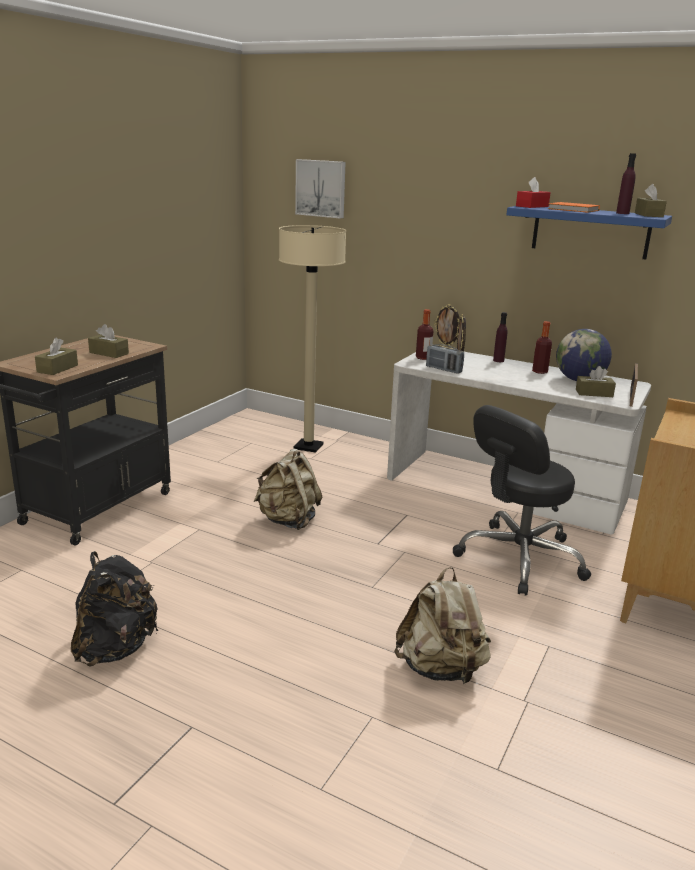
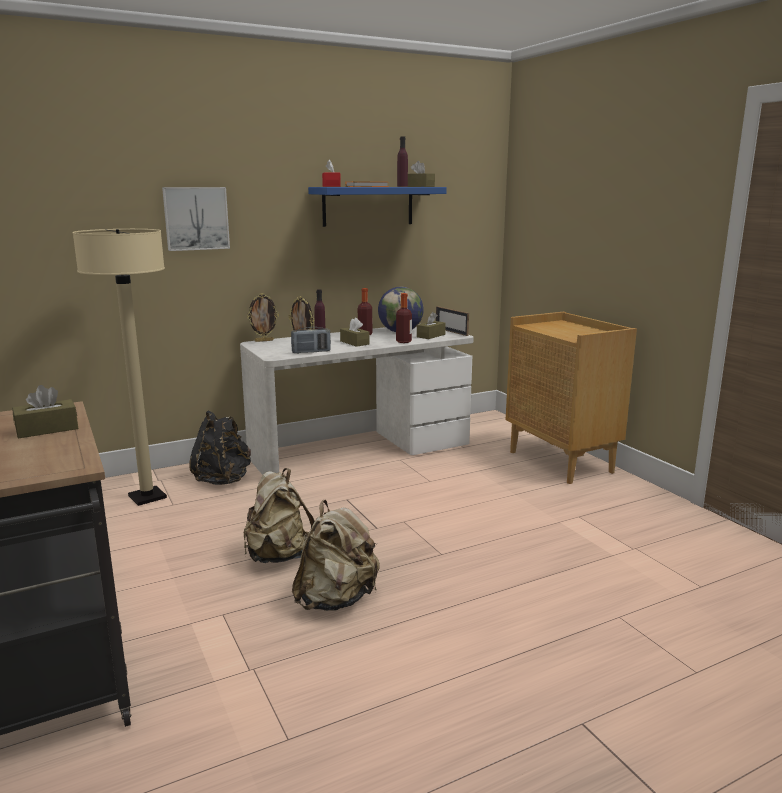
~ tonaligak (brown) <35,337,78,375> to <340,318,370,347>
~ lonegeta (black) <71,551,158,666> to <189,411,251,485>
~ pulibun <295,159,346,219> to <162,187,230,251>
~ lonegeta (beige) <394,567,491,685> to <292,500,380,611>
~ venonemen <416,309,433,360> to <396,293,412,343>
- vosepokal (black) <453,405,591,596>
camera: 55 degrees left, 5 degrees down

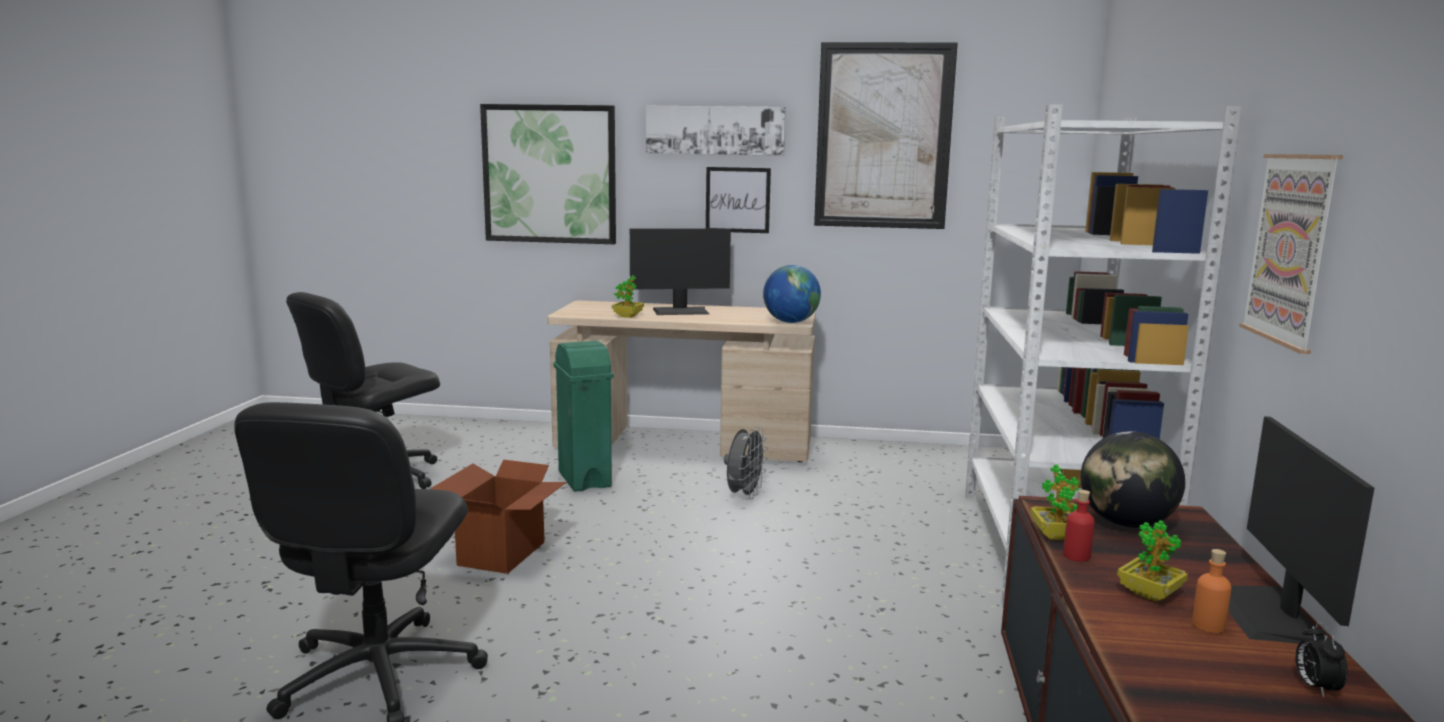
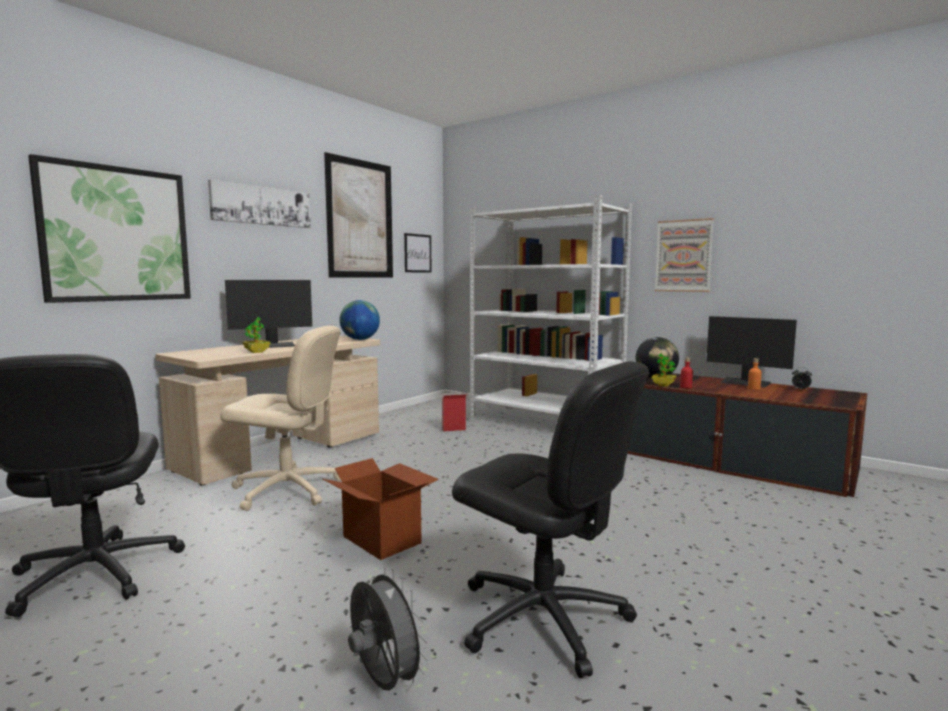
~ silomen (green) <553,341,613,492> to vosepokal (beige) <220,326,341,511>
~ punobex <630,228,731,315> = <225,280,312,348> 45 degrees clockwise
~ pulibun <706,167,771,233> to <404,233,432,273>
~ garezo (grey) <724,426,768,499> to <348,566,429,691>
- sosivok <1117,520,1188,602>
+ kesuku <439,392,467,432>
camera: 60 degrees left, 5 degrees down

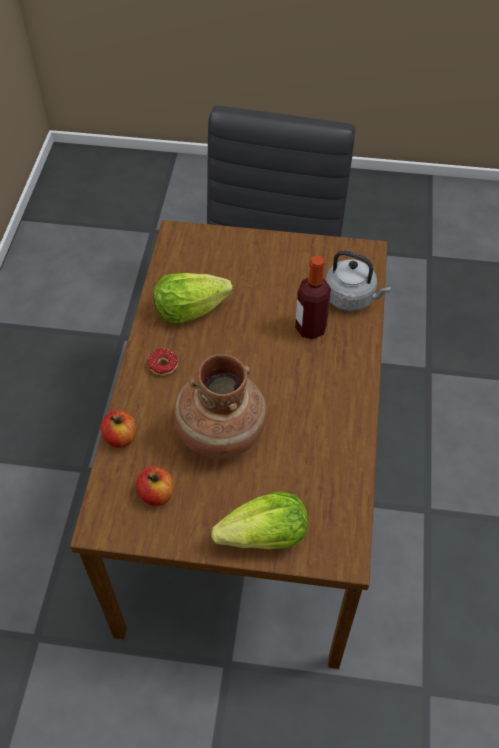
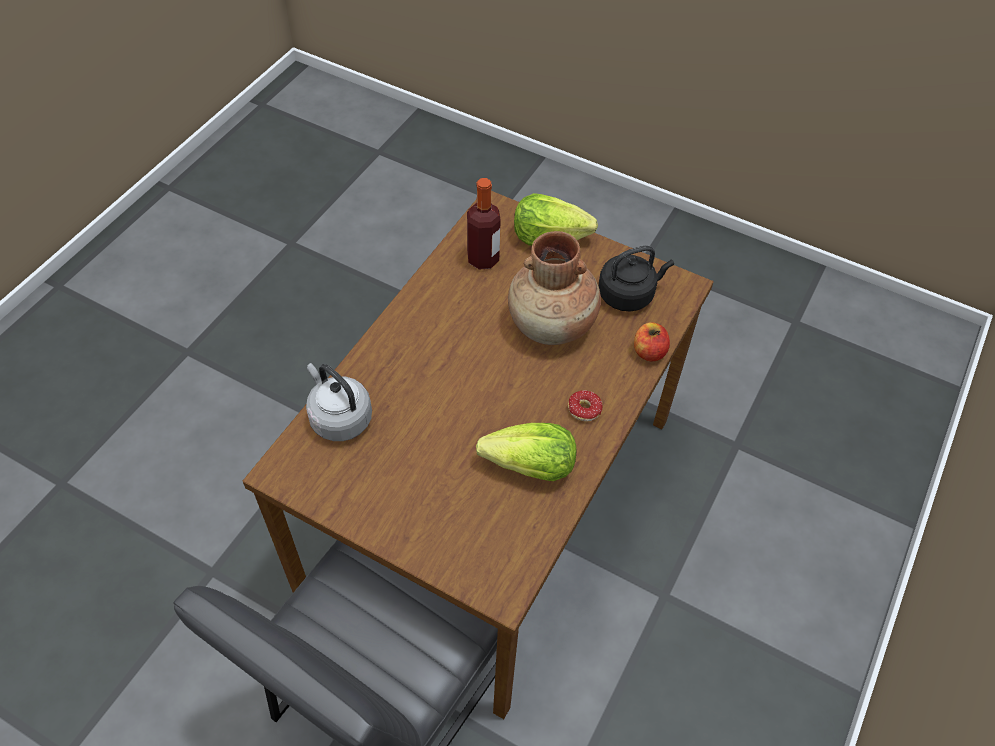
~ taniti <136,466,174,506> to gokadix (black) <599,246,674,311>
~ venonemen <295,255,331,339> to <467,178,501,269>
camera: 160 degrees left, 0 degrees up

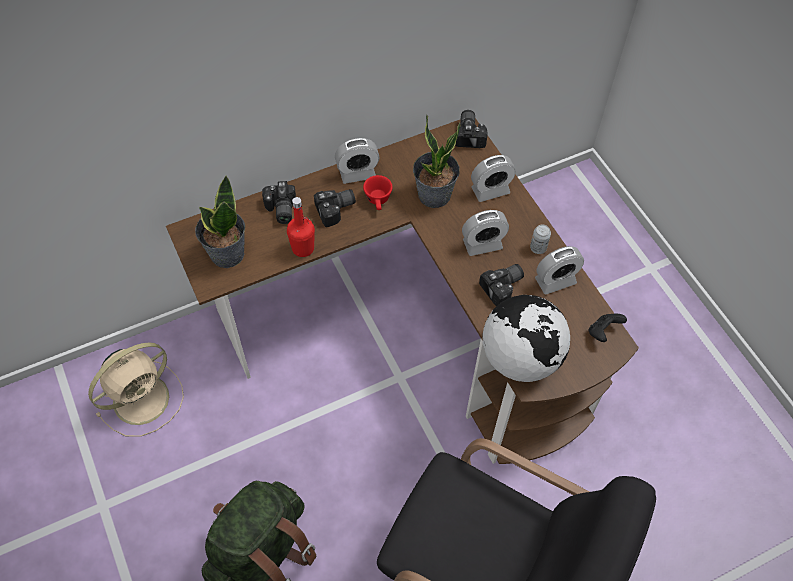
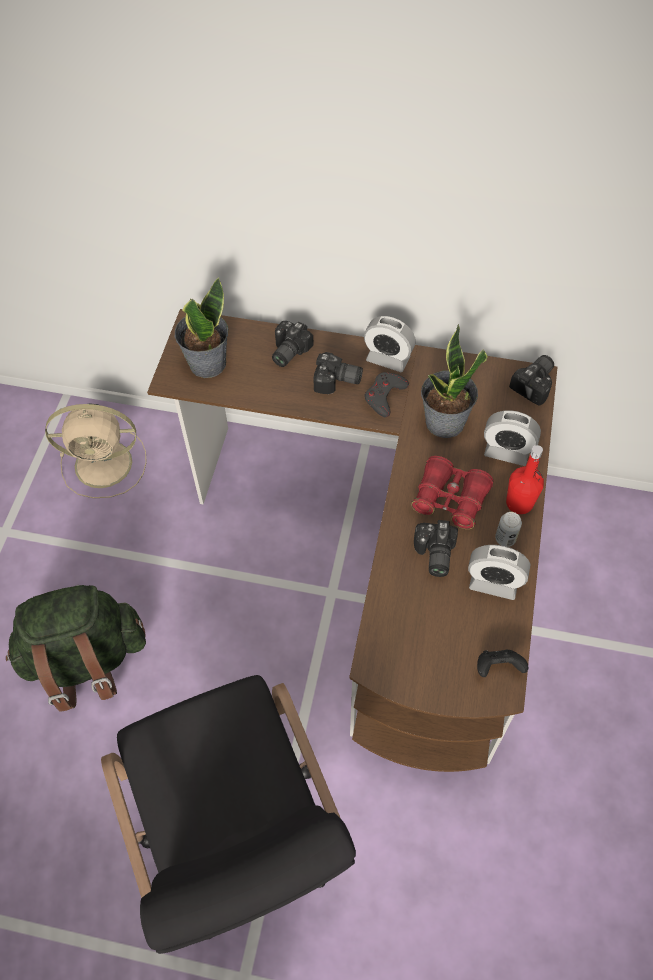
~ venonemen (red) <287,197,315,257> to <506,445,544,514>
~ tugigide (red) <363,175,393,210> to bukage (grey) <365,372,409,417>
~ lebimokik <462,210,509,256> to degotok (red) <411,456,493,529>
~ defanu <479,264,524,306> = <414,520,458,577> 90 degrees clockwise
- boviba <482,295,570,382>
camera: 40 degrees right, 0 degrees up

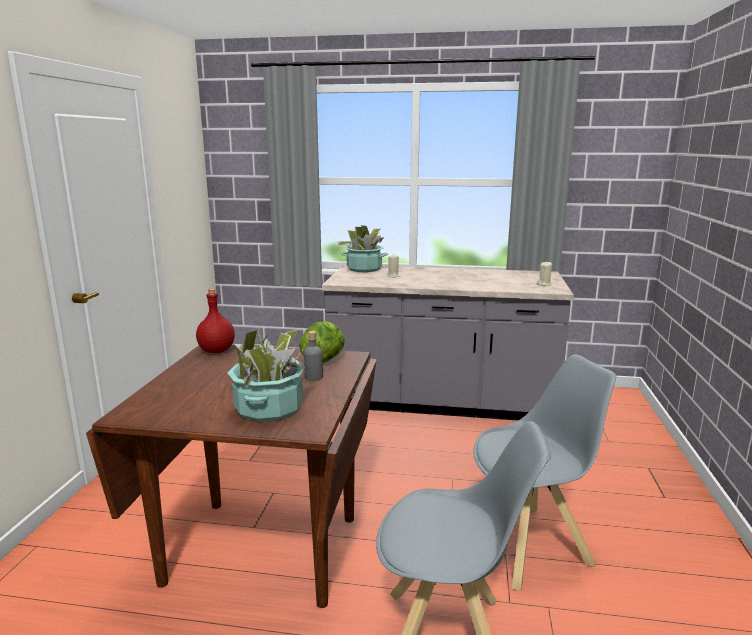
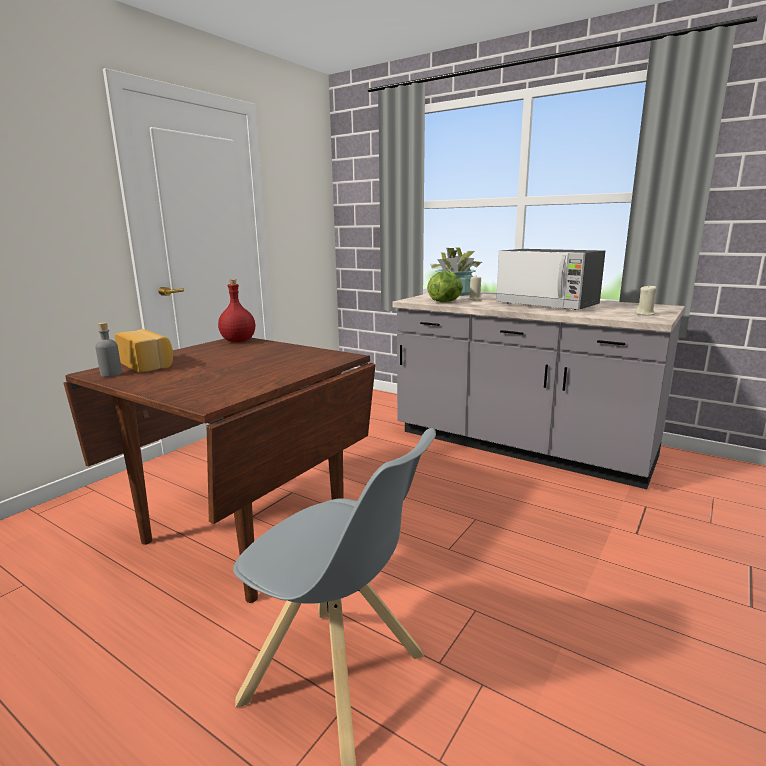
- sosivok <228,327,305,422>
~ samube <299,321,345,363> to <427,271,463,302>
~ venonemen (grey) <304,331,323,381> to <95,322,122,377>
- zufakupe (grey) <473,355,616,591>
+ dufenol <115,329,173,372>
+ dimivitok <496,249,605,310>
camera: 25 degrees right, 0 degrees up

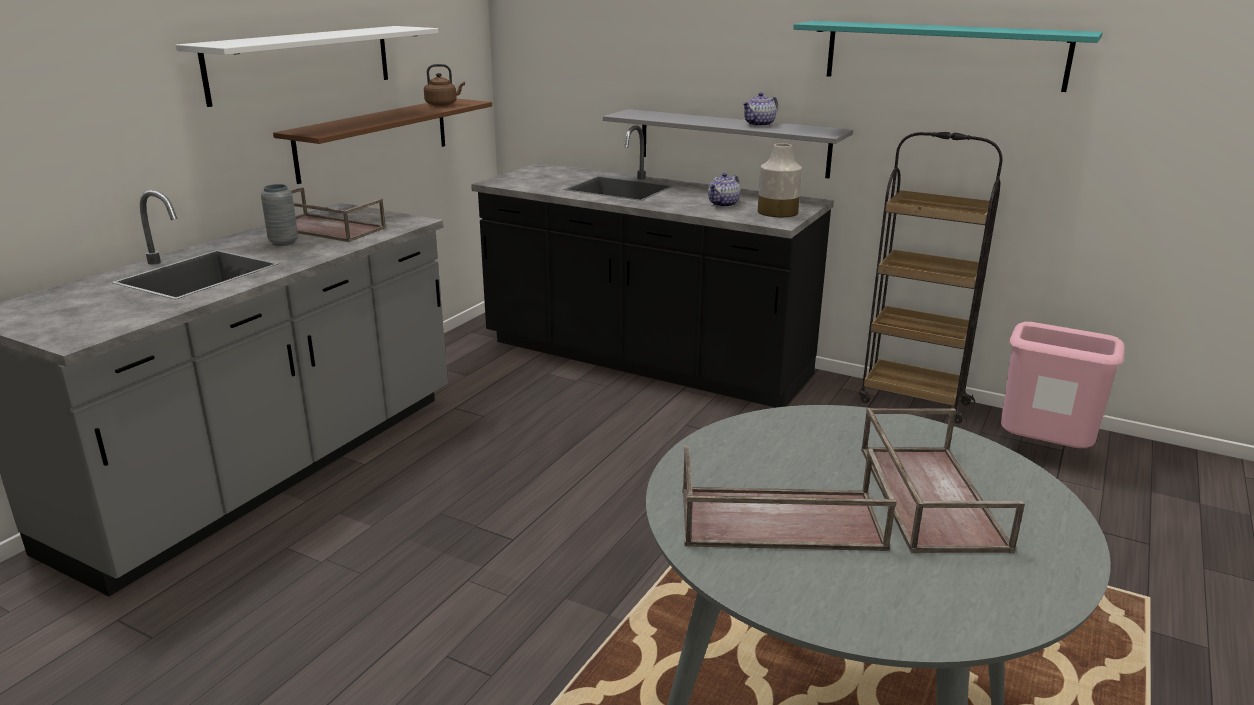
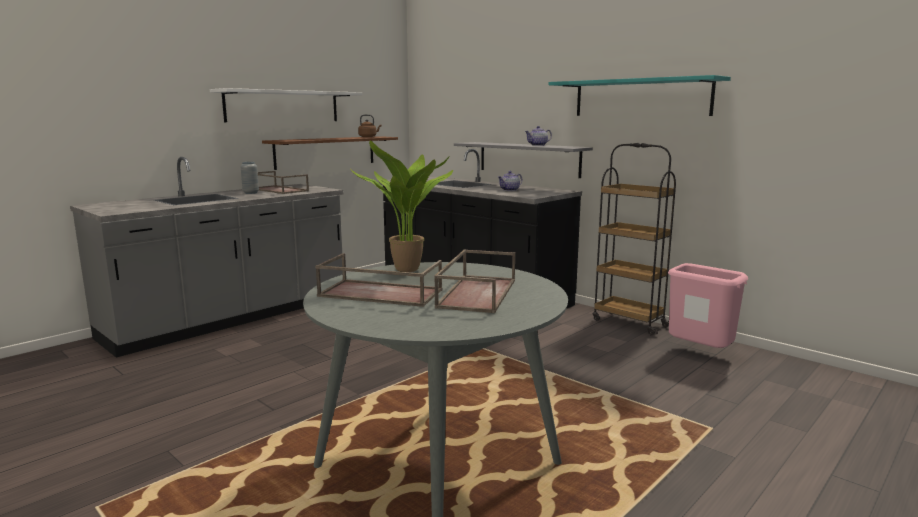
- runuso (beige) <758,143,802,217>
+ sosivok <350,140,453,272>
camera: 15 degrees right, 10 degrees down

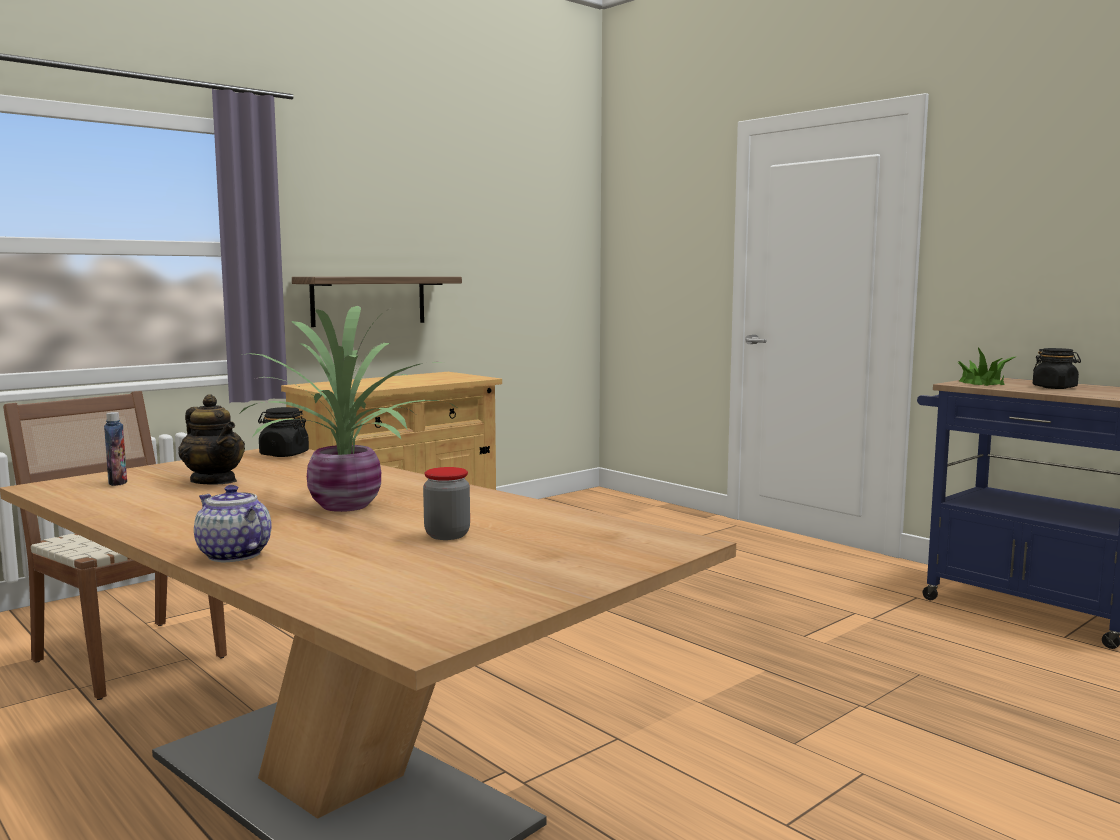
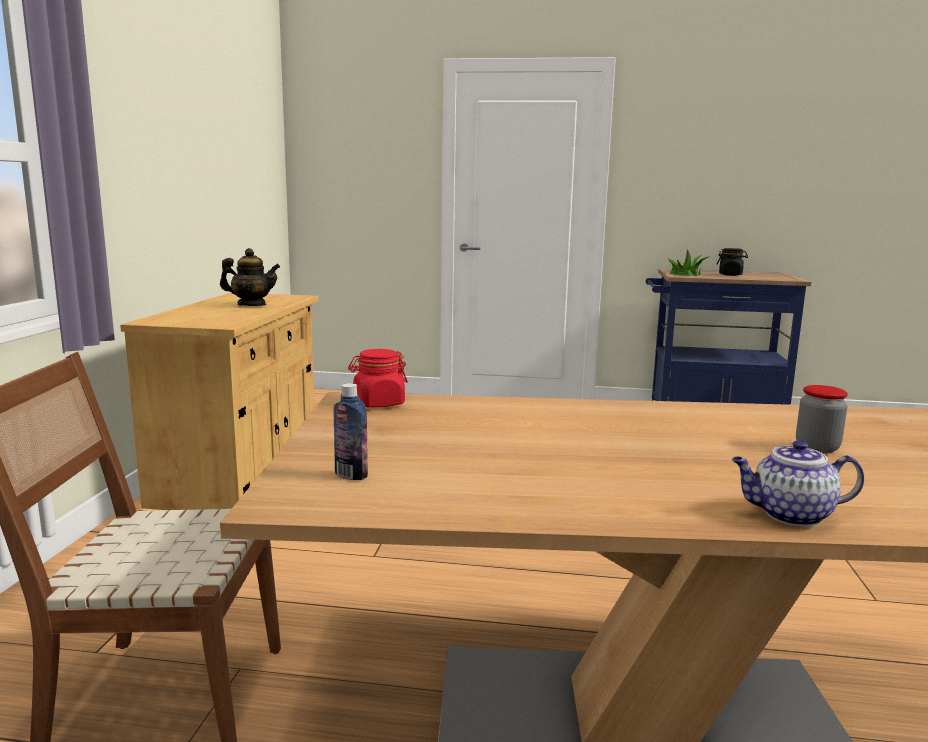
~ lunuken <178,394,245,485> to <220,248,280,306>
- sosivok <238,306,459,512>
~ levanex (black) <258,407,309,457> to levanex (red) <348,349,408,408>
- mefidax <292,277,462,327>
camera: 40 degrees left, 5 degrees up

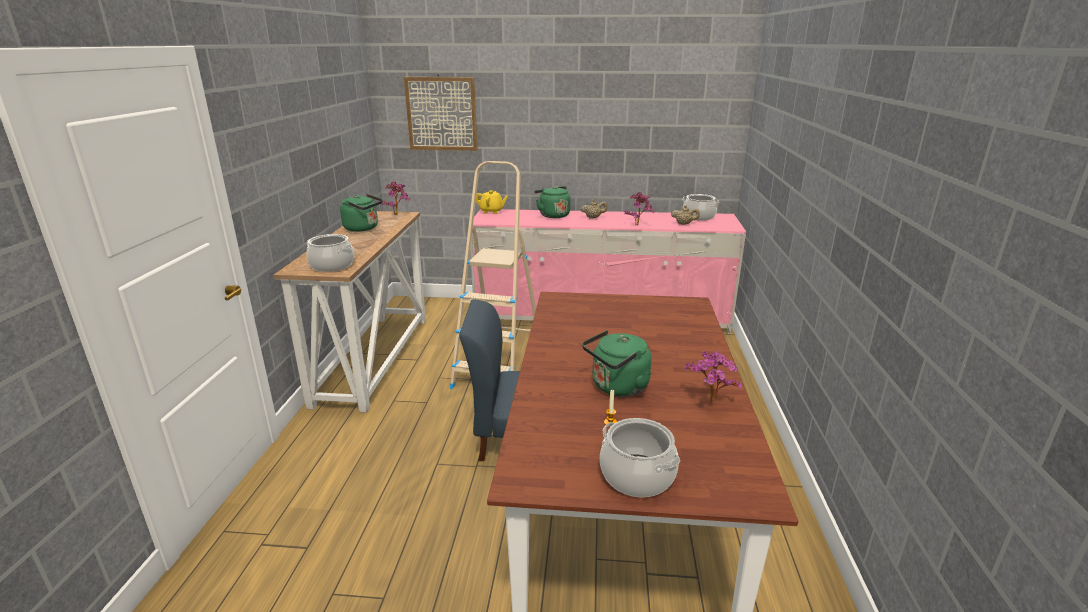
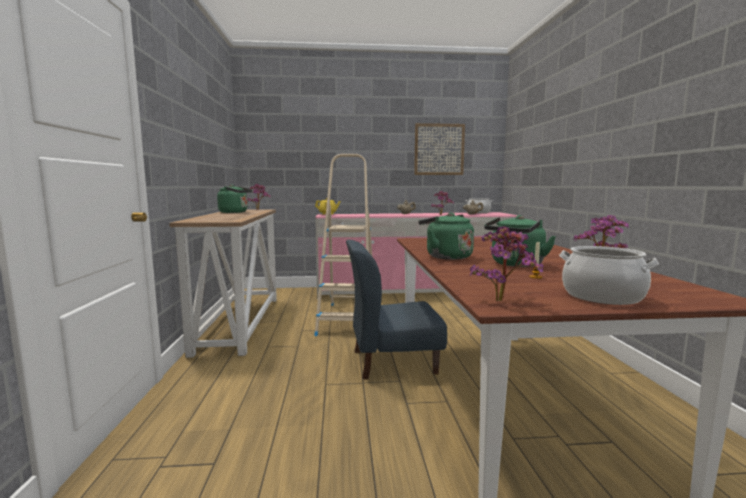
- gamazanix <306,234,354,272>
~ pulibun <404,74,478,151> to <414,122,465,175>
~ gokadix (green) <534,186,570,218> to <418,213,474,260>
+ sosivok <470,226,543,301>
camera: 10 degrees left, 15 degrees down

